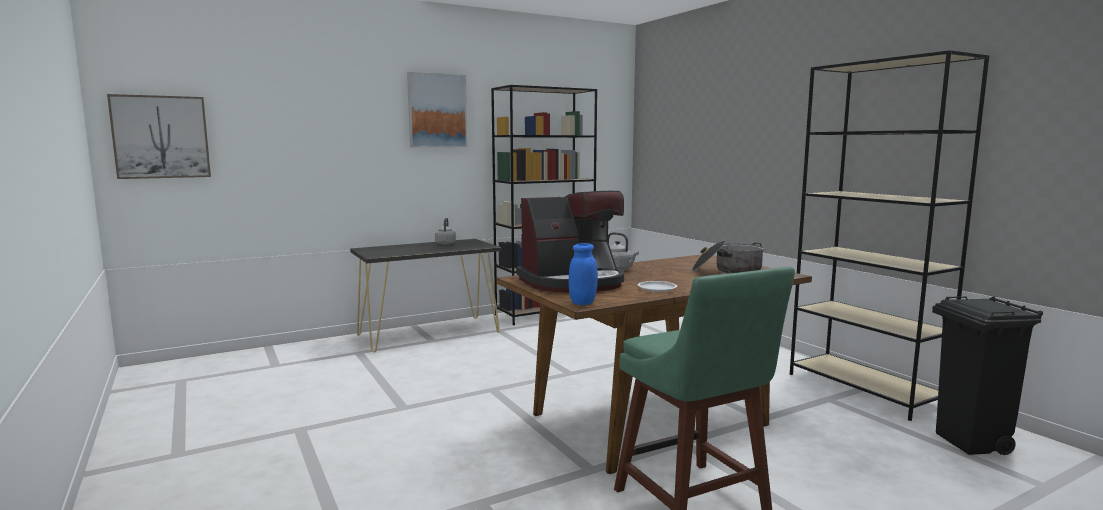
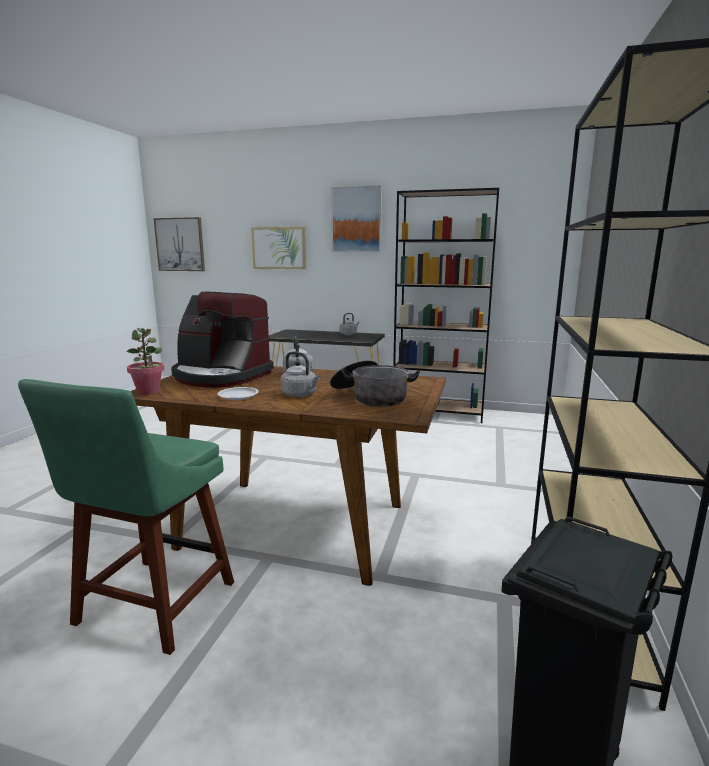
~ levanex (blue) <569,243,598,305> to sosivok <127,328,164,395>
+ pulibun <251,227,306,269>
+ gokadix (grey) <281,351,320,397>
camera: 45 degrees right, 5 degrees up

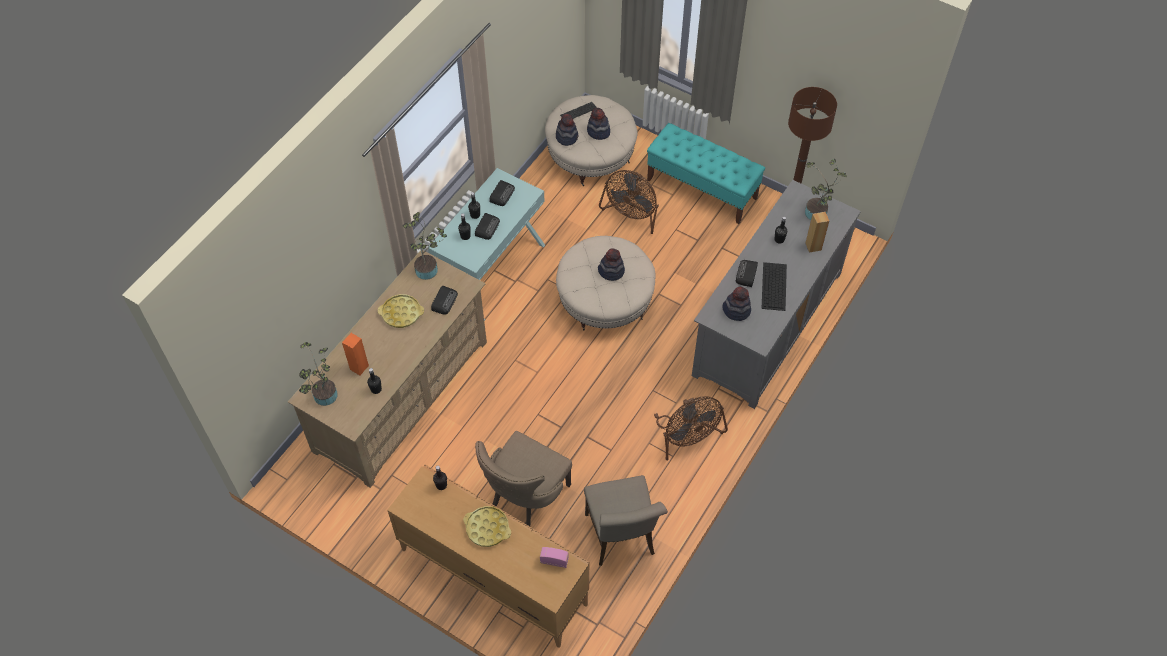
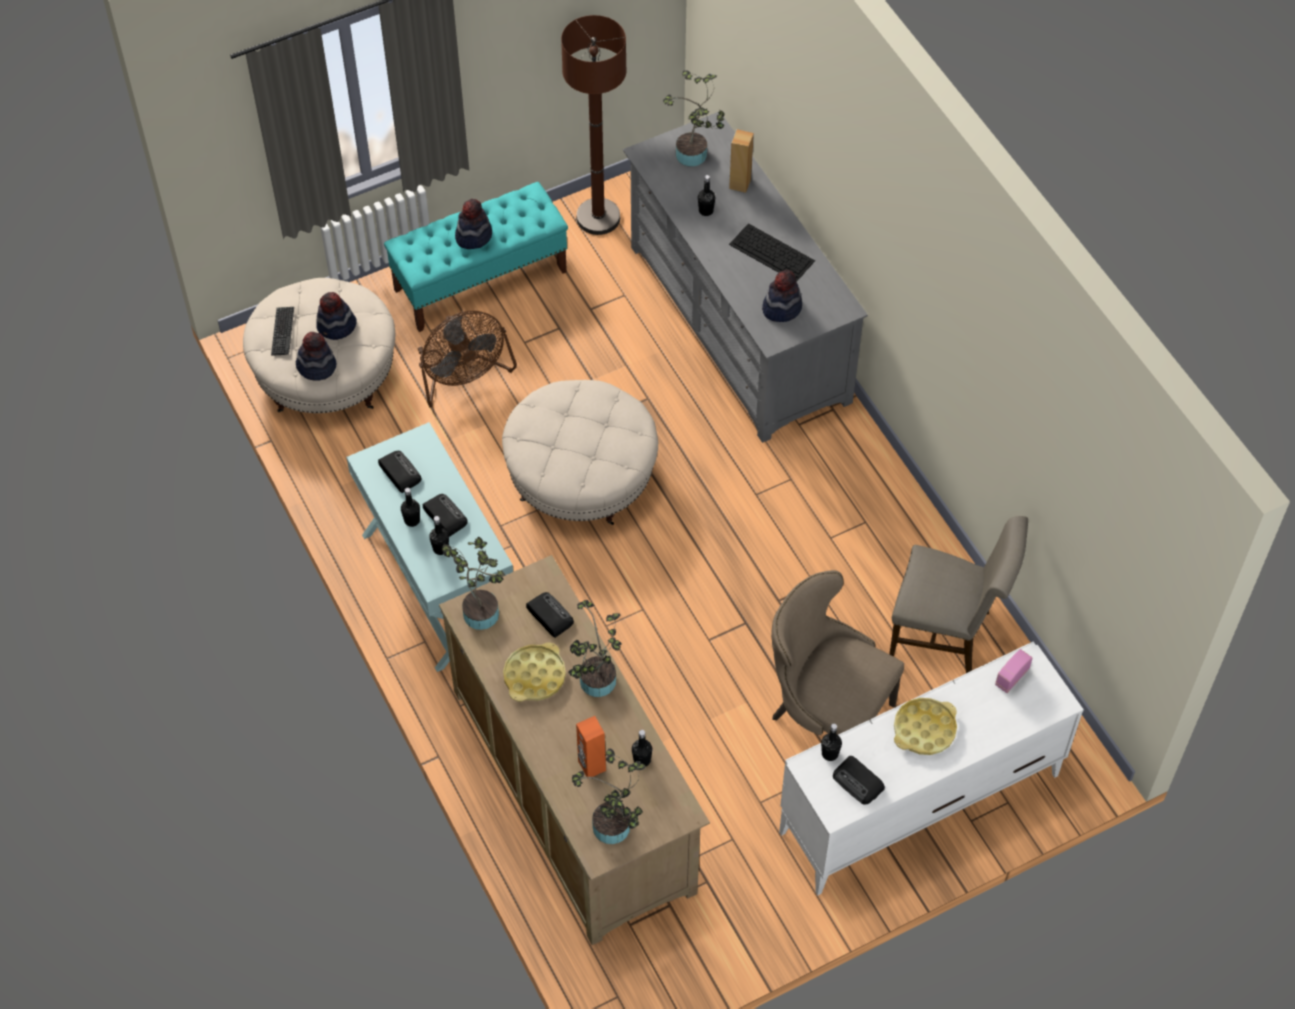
~ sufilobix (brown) <387,465,589,648> to sufilobix (white) <779,641,1084,896>
~ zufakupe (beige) <475,431,572,526> = <771,570,904,735> 150 degrees clockwise
~ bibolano <598,248,625,281> to <455,199,492,249>
- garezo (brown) <654,396,728,460>
~ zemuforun <736,260,758,287> to <833,756,885,805>
+ sosivok <568,600,622,697>
camera: 60 degrees left, 0 degrees up

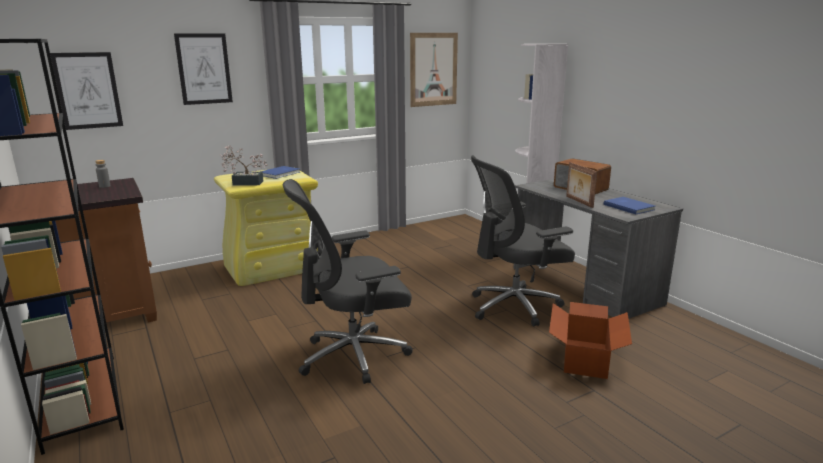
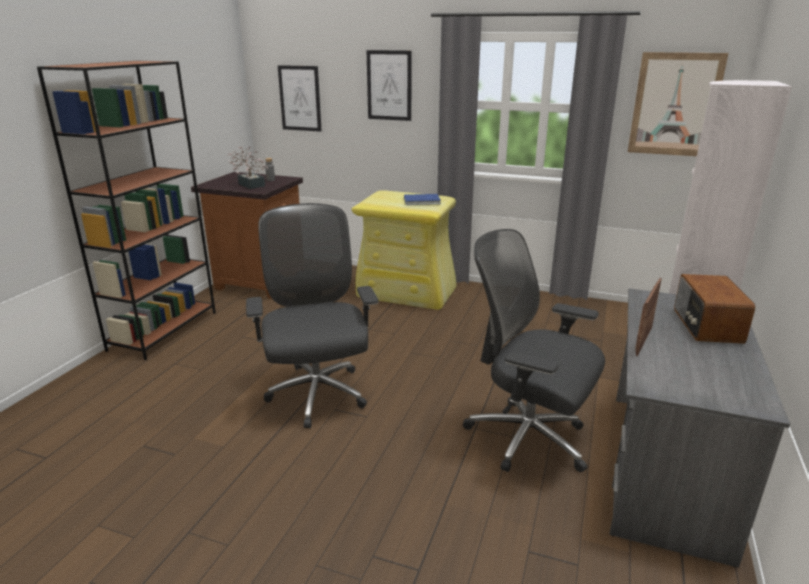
~ sosivok <220,145,267,186> to <228,146,269,189>
~ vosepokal <283,179,412,384> = <246,203,378,428> 45 degrees clockwise
- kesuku <549,302,632,379>
- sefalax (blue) <604,197,655,214>
camera: 50 degrees right, 5 degrees up

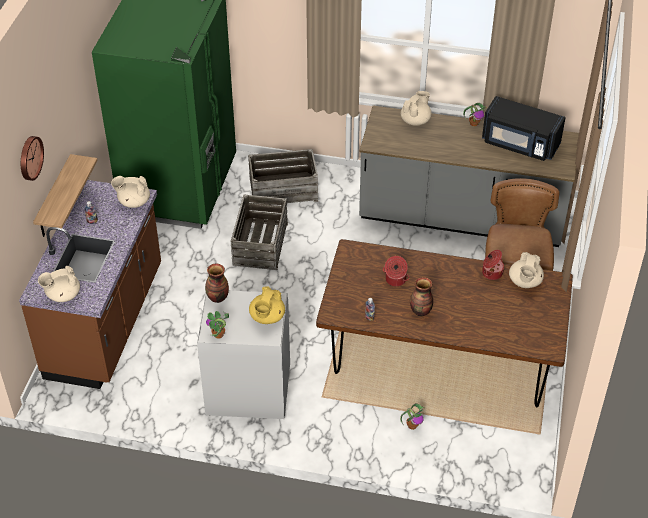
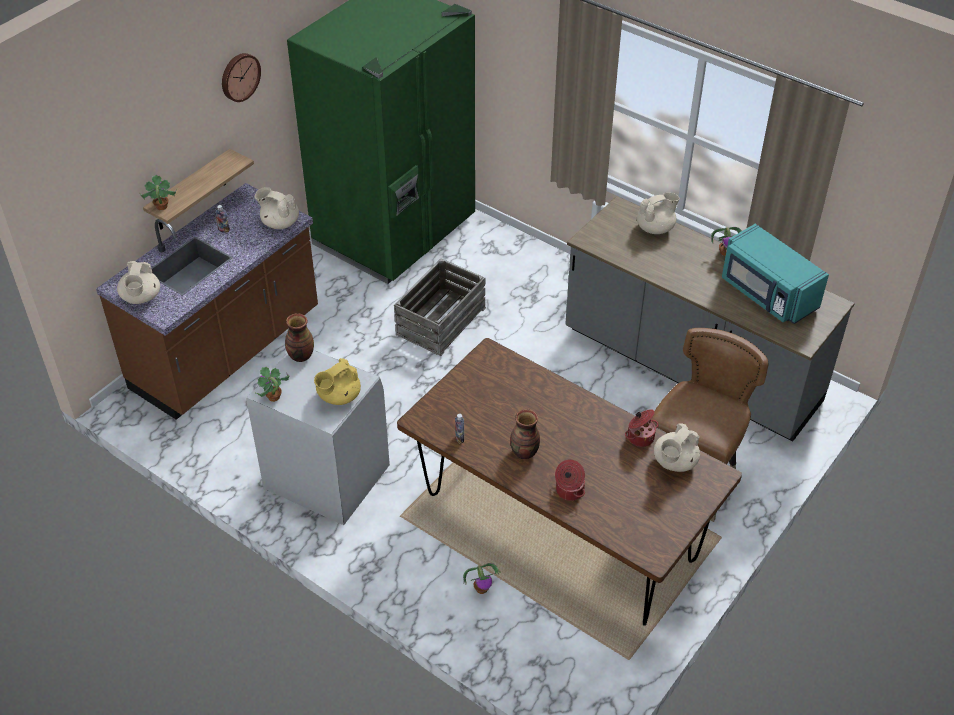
~ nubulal <21,136,44,181> to <222,53,261,102>
~ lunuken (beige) <38,266,80,302> = <117,261,160,304> 90 degrees counterclockwise
- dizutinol <248,149,318,205>
~ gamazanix <383,256,410,287> to <555,459,585,501>
~ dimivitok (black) <482,96,566,161> to dimivitok (turquoise) <722,224,829,324>
+ sosivok <140,175,177,210>
camera: 25 degrees right, 0 degrees up

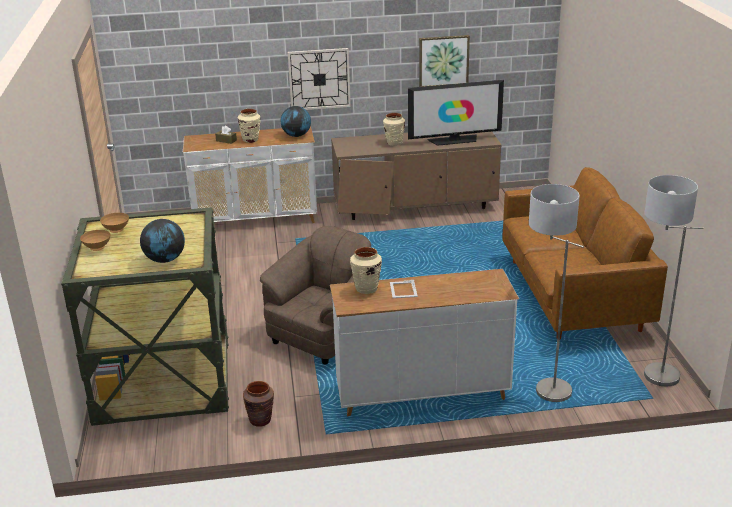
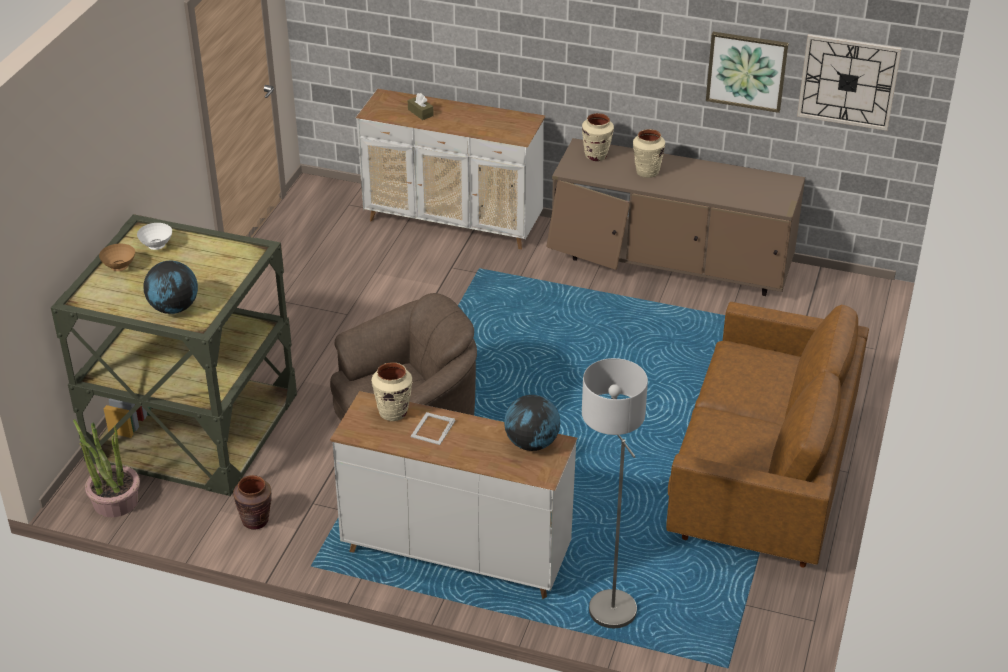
~ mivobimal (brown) <100,213,129,233> to mivobimal (white) <137,223,172,250>
~ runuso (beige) <238,109,260,143> to <582,113,614,161>
~ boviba <281,106,311,137> to <504,395,560,451>
~ nubulal <288,48,351,110> to <797,34,902,131>
- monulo <408,80,504,146>
- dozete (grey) <644,175,703,386>
+ sosivok <73,419,140,517>
camera: 25 degrees right, 10 degrees up

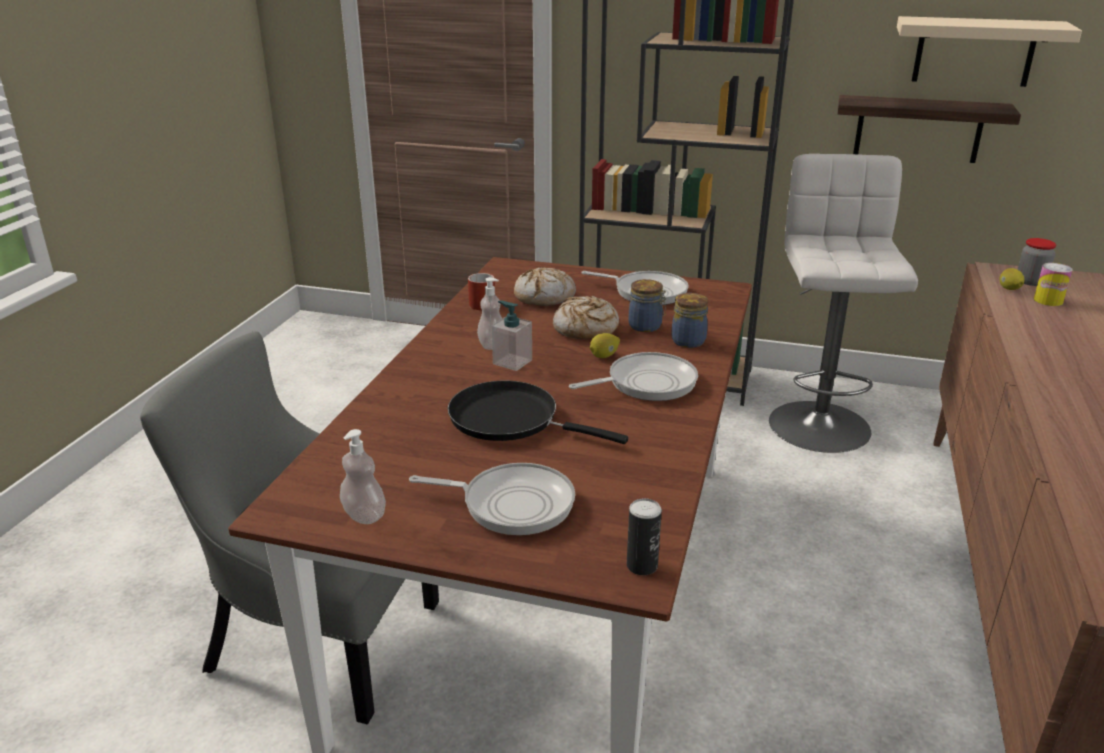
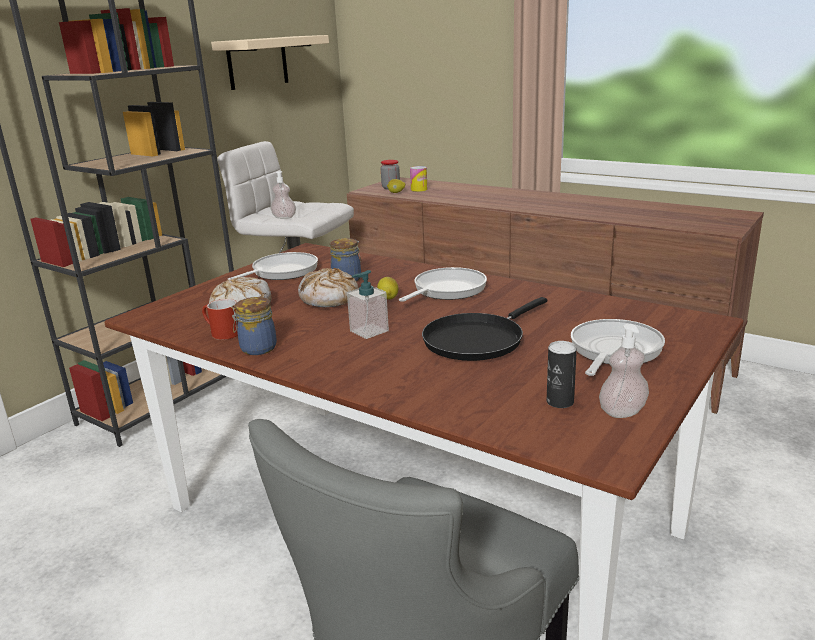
~ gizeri <477,277,502,350> to <270,171,296,219>
~ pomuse <569,352,698,401> = <399,267,487,302> 45 degrees clockwise
~ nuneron <627,498,662,575> to <547,341,577,408>
~ levanex <672,293,708,348> to <231,297,277,355>
- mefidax <838,95,1021,163>
camera: 70 degrees left, 5 degrees down

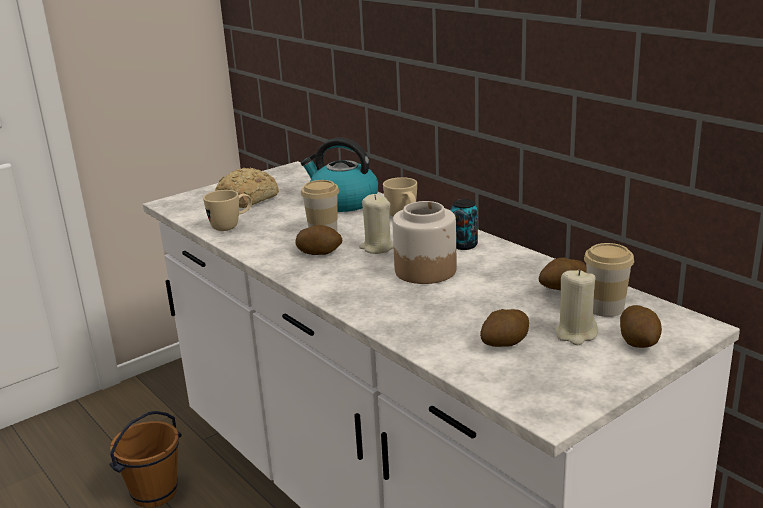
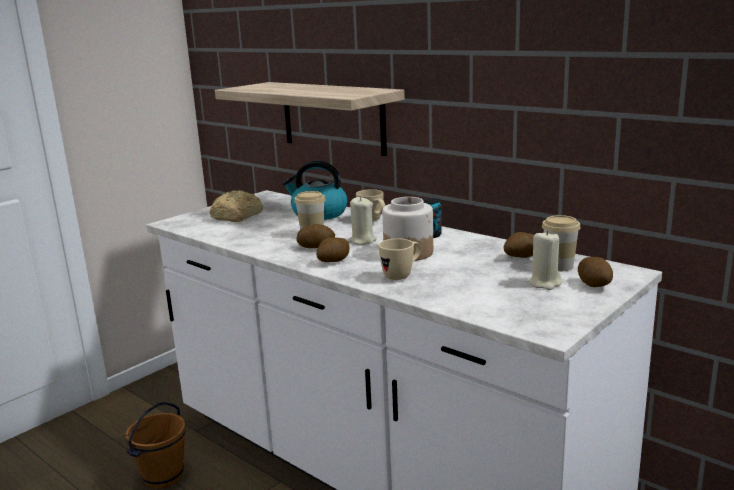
~ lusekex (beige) <203,190,252,231> to <378,238,421,280>
~ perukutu <480,309,529,347> to <316,237,350,262>
+ mefidax <215,82,405,156>
camera: 10 degrees left, 5 degrees down

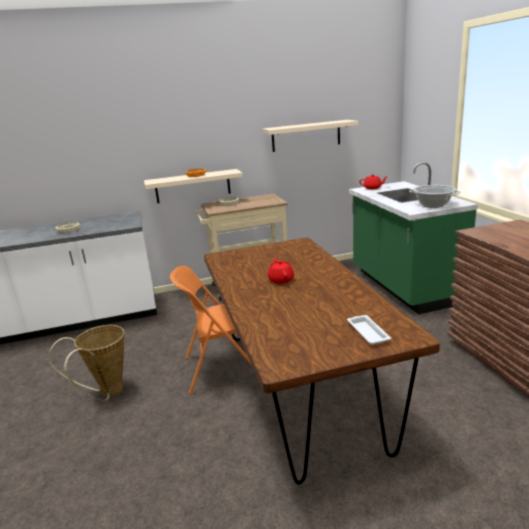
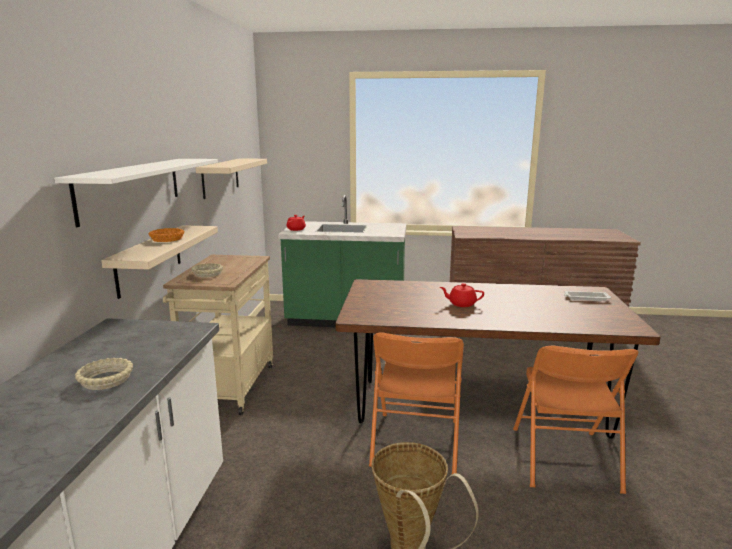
- gamazanix <409,185,461,208>
+ mefidax (white) <54,159,218,227>
+ zufakupe (orange) <513,346,638,494>
camera: 70 degrees left, 5 degrees down

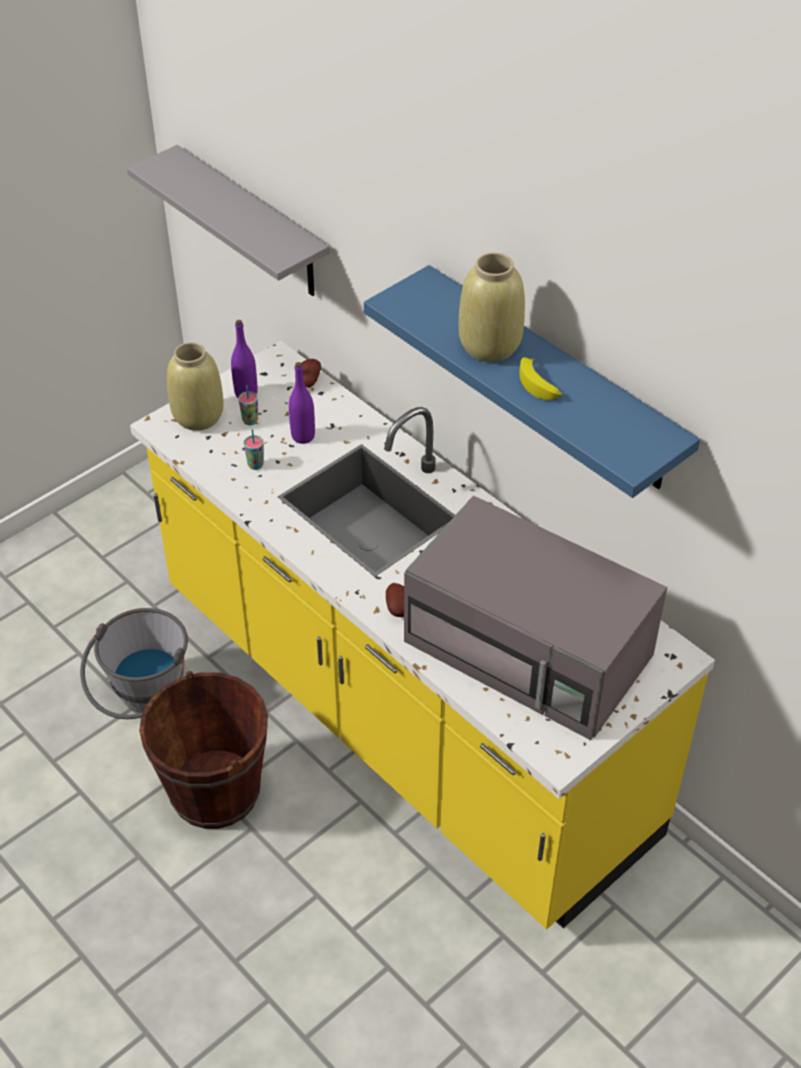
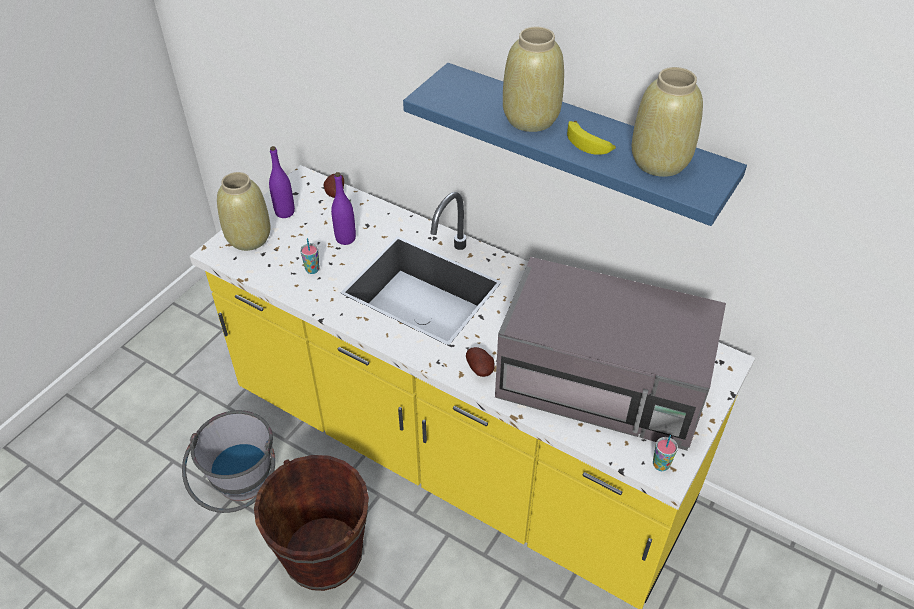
- mefidax (grey) <127,145,330,296>
~ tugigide <238,385,258,425> to <653,435,678,471>
+ runuso (beige) <632,67,703,177>
camera: 15 degrees left, 0 degrees up

